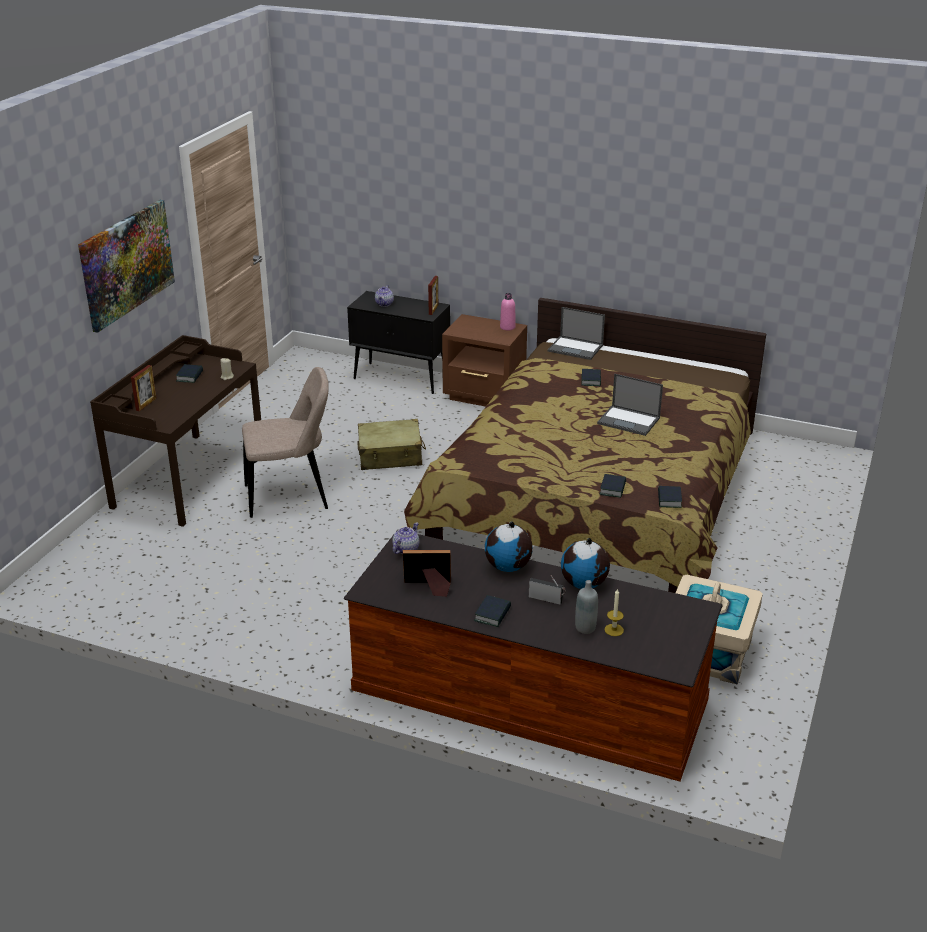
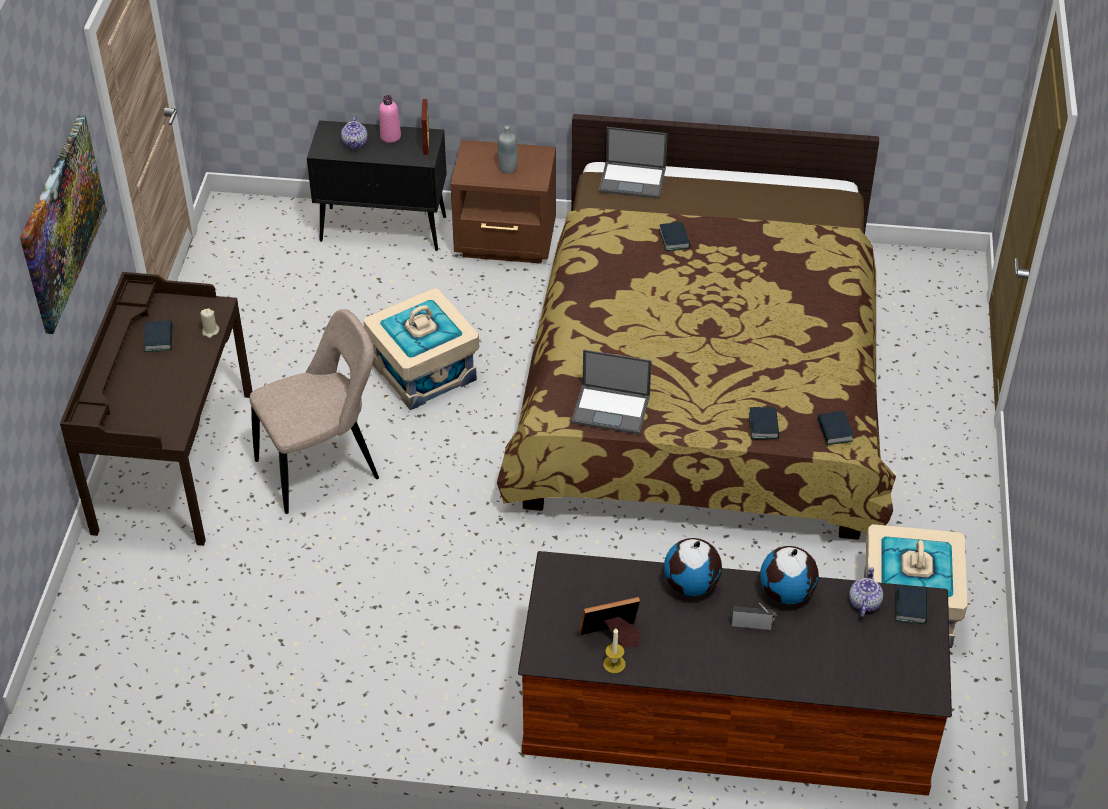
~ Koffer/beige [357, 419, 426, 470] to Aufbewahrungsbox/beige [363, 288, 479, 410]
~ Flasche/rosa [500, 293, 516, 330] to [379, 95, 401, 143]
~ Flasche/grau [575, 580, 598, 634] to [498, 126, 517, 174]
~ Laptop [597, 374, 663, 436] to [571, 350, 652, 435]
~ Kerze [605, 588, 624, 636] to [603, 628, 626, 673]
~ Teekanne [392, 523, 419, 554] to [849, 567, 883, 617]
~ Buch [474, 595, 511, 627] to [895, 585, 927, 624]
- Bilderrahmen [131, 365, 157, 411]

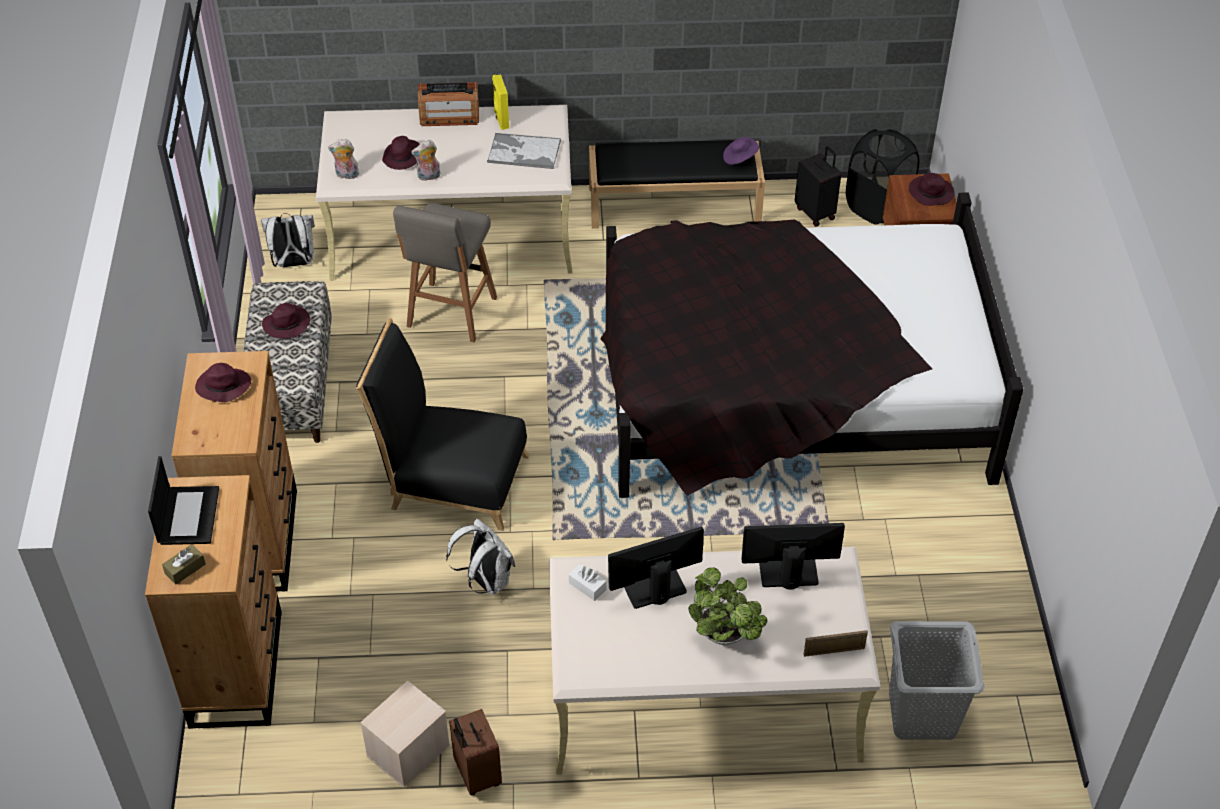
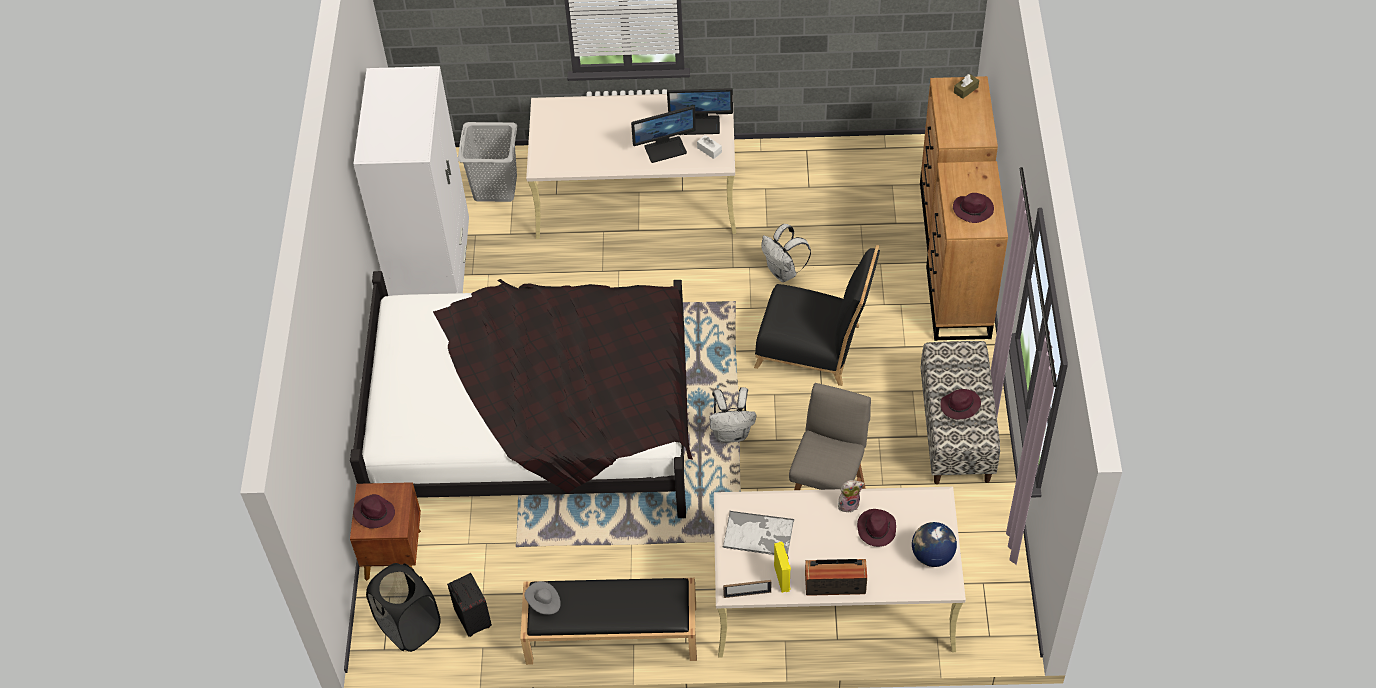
+ Kleiderschrank/weiß [353, 66, 469, 296]
~ Hut/lila [723, 137, 759, 165] to Hut/grau [525, 581, 561, 615]
~ Monitor [741, 523, 845, 590] to [667, 88, 733, 135]
~ Rucksack/weiß [261, 213, 315, 267] to [710, 387, 756, 443]
~ Bilderrahmen [803, 630, 868, 657] to [723, 580, 771, 598]
+ Globus [912, 522, 957, 567]
- Laptop [148, 456, 219, 545]
- Plüschtier [328, 139, 359, 179]
- Aufbewahrungsbox/beige [360, 681, 450, 787]
- Koffer/braun [449, 709, 502, 795]
- Topfpflanze [689, 568, 767, 645]

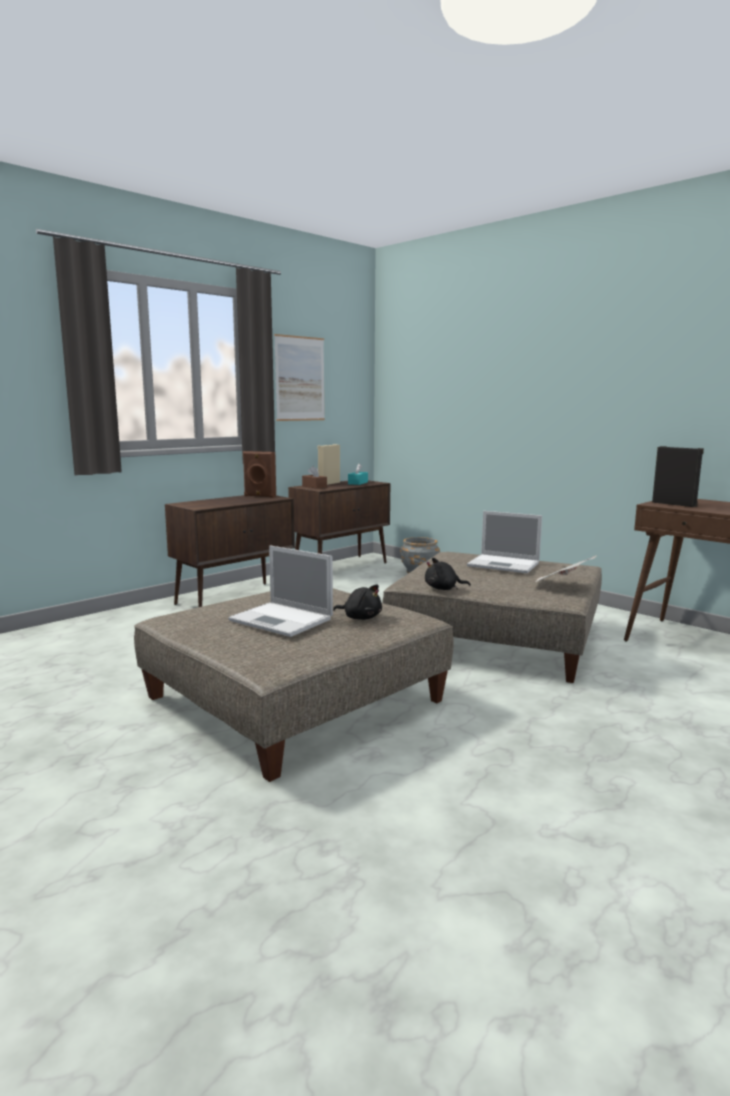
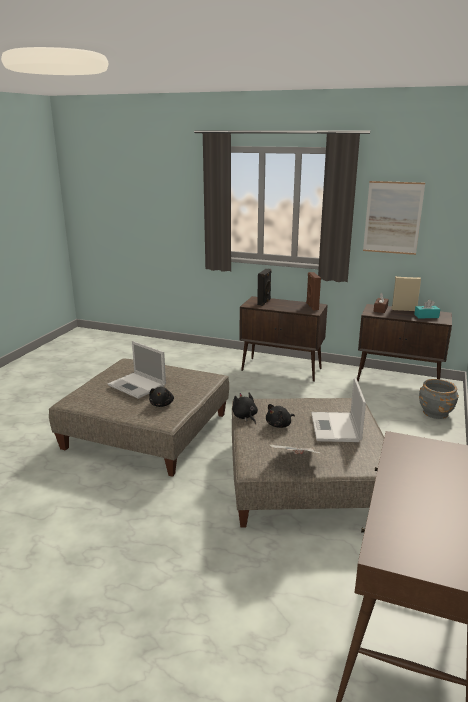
~ Laptop [228, 545, 333, 637] = [108, 341, 166, 399] 60 degrees counterclockwise
~ Lautsprecher/schwarz [652, 446, 704, 507] to [257, 269, 272, 306]
+ Plüschtier/schwarz [266, 404, 295, 428]

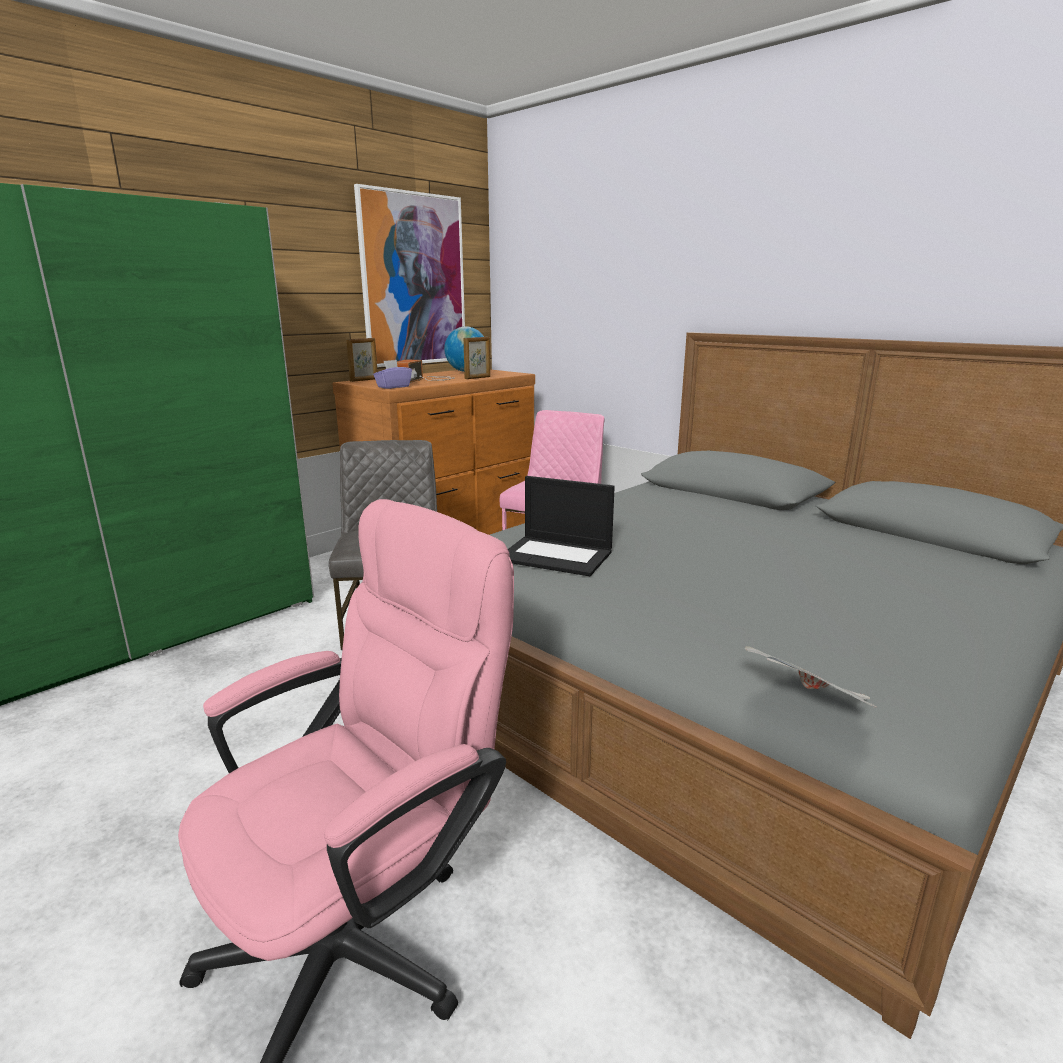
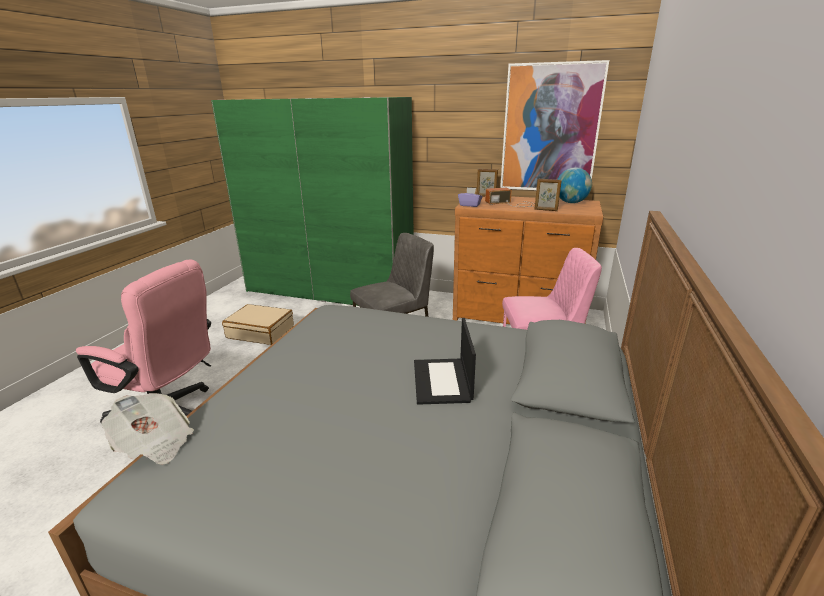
+ Koffer/beige [222, 304, 294, 345]
~ Laptop [508, 476, 615, 576] to [414, 318, 476, 405]

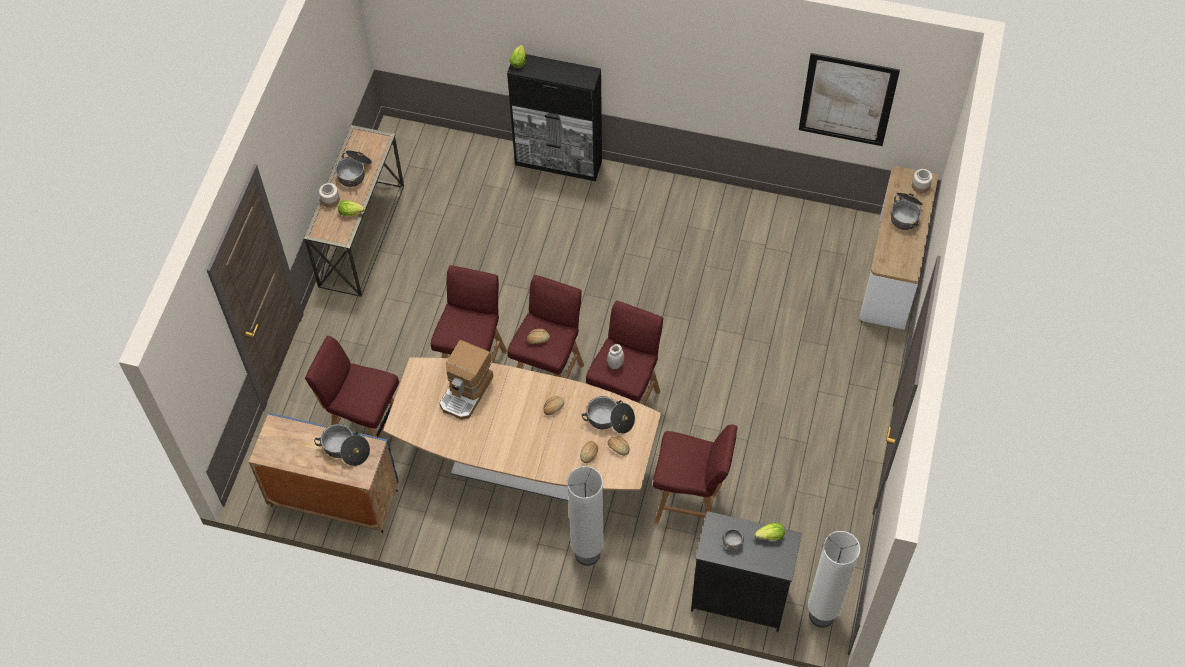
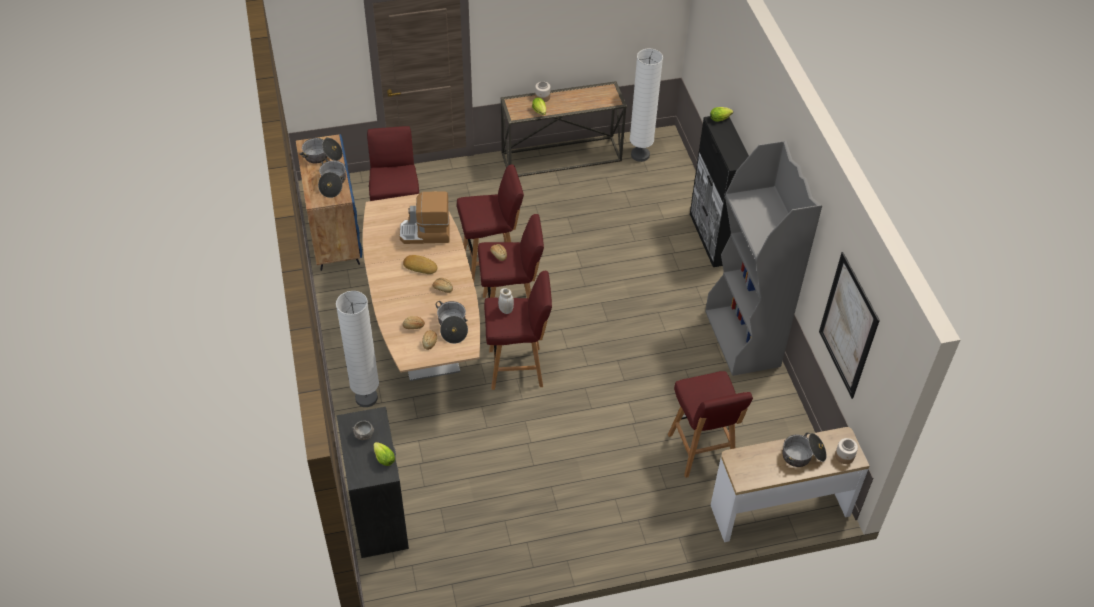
~ Kochtopf [335, 150, 372, 187] to [299, 137, 343, 164]
+ Brot [403, 255, 437, 274]
~ Stehlampe/weiß [808, 531, 860, 628] to [630, 48, 663, 162]
~ Hocker/rot [653, 425, 737, 524] to [668, 371, 753, 478]
+ Bücherregal/grau [705, 141, 822, 376]

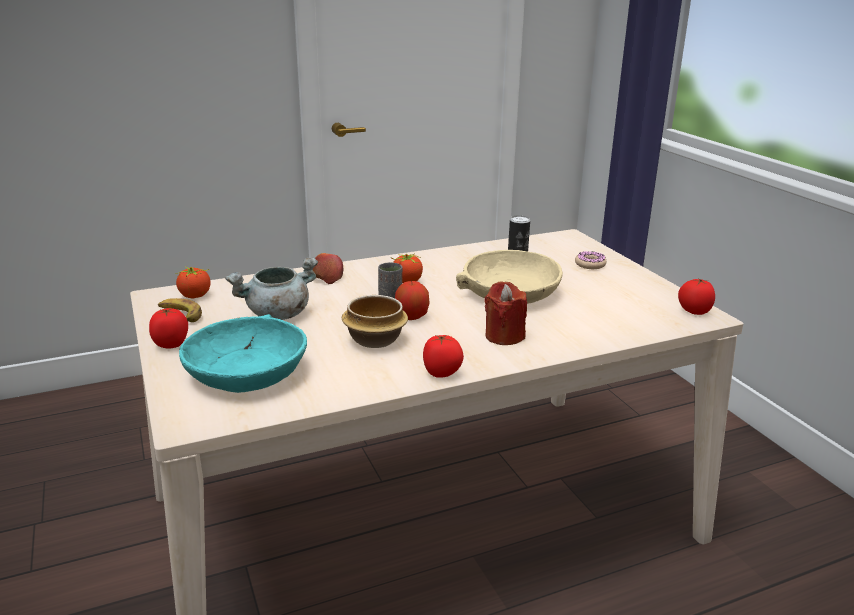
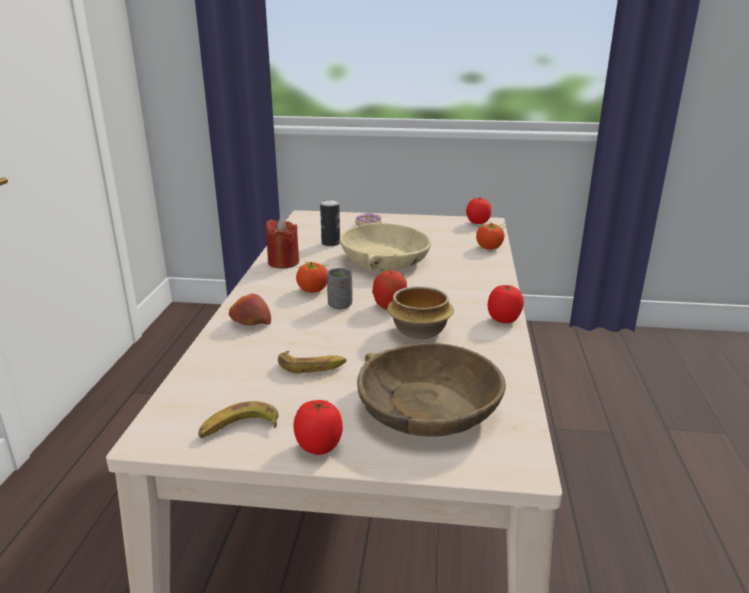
~ Kerze/rot [484, 281, 527, 345] to [265, 219, 299, 269]
~ Kochtopf/grau [225, 257, 318, 320] to Banane [278, 351, 347, 373]
~ Schüssel/türkis [179, 314, 307, 393] to Schüssel/braun [357, 343, 506, 437]
~ Tomate [176, 266, 211, 299] to [476, 222, 506, 250]

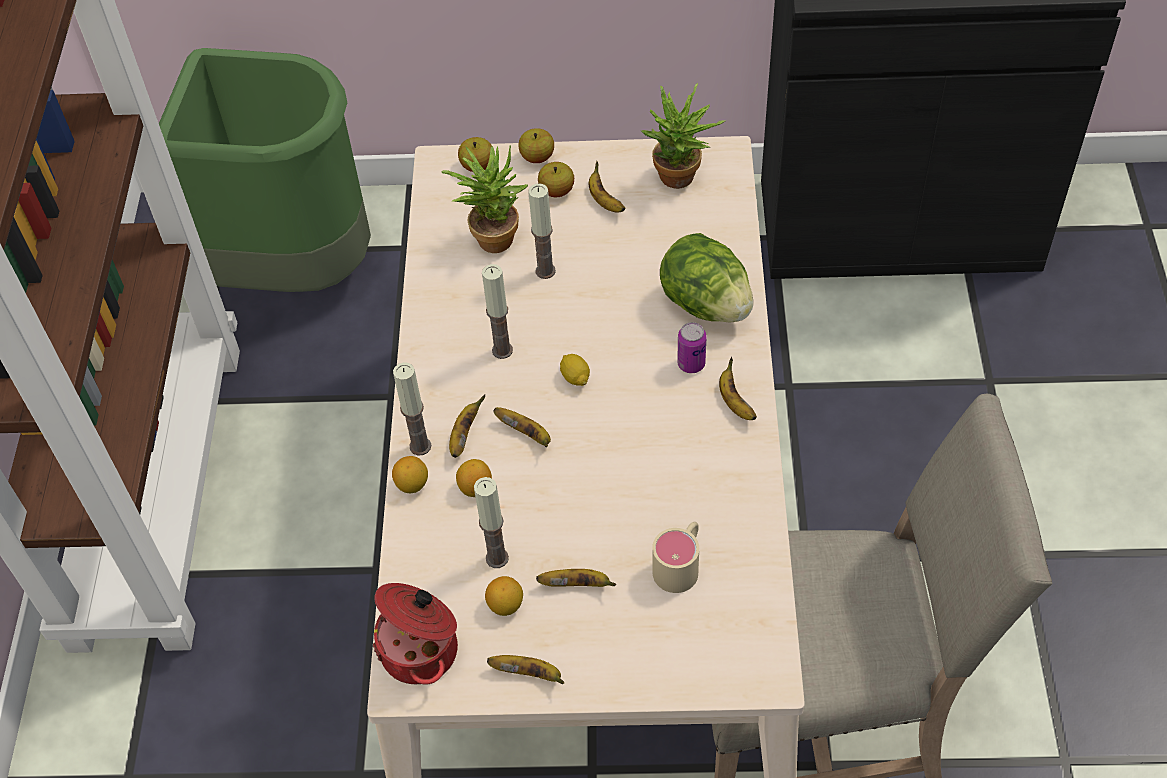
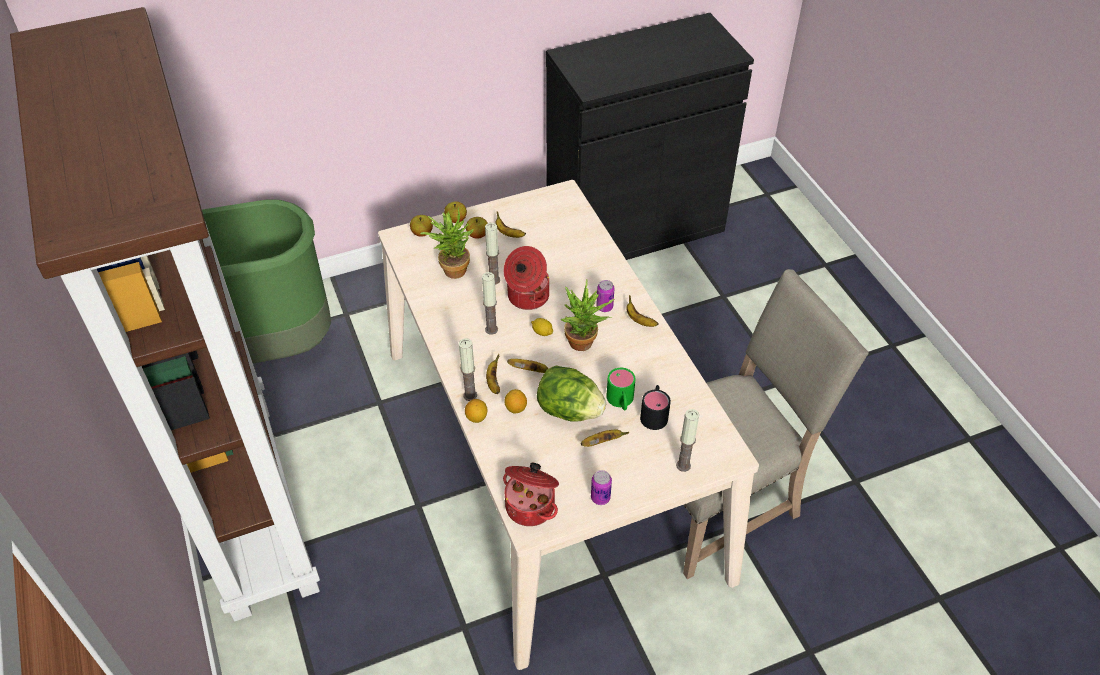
+ Kochtopf [504, 246, 549, 310]
~ Salatkopf [660, 233, 753, 323] to [537, 365, 606, 422]
~ Topfpflanze [641, 83, 725, 189] to [561, 279, 614, 351]
~ Banane [487, 655, 565, 684] to Dose [591, 470, 612, 505]
+ Henkelbecher/grün [606, 368, 636, 410]
~ Henkelbecher/beige [652, 522, 699, 593] to Henkelbecher/schwarz [640, 385, 671, 430]
~ Kerze [474, 477, 509, 568] to [676, 409, 699, 472]
- Zitrone [485, 576, 523, 616]

